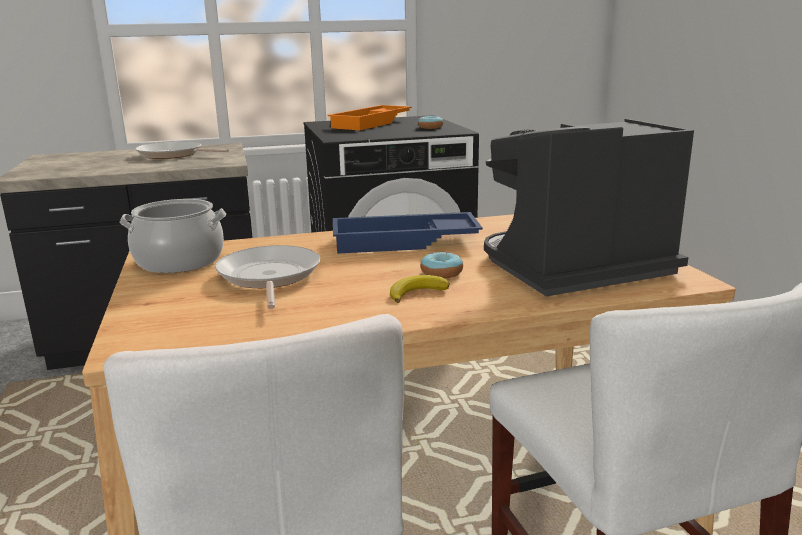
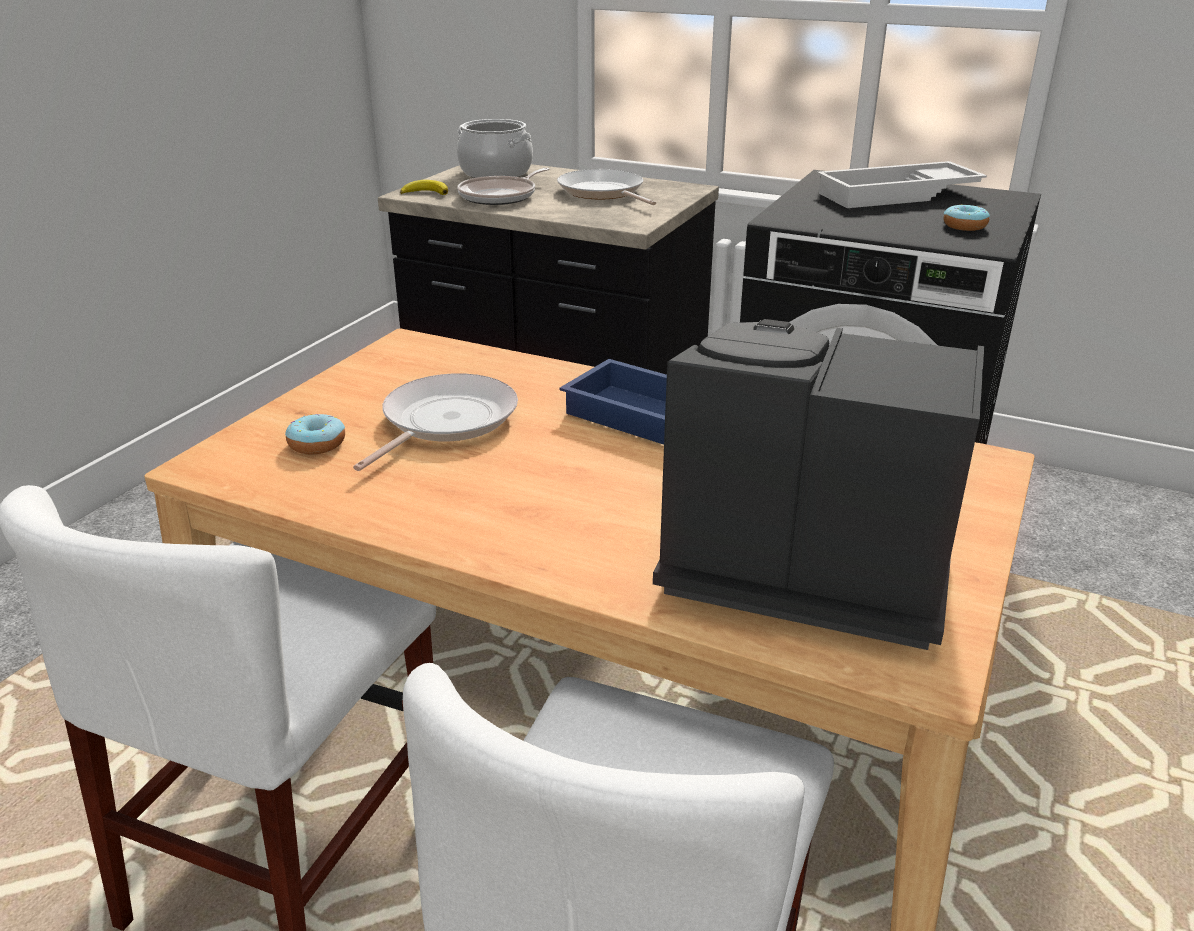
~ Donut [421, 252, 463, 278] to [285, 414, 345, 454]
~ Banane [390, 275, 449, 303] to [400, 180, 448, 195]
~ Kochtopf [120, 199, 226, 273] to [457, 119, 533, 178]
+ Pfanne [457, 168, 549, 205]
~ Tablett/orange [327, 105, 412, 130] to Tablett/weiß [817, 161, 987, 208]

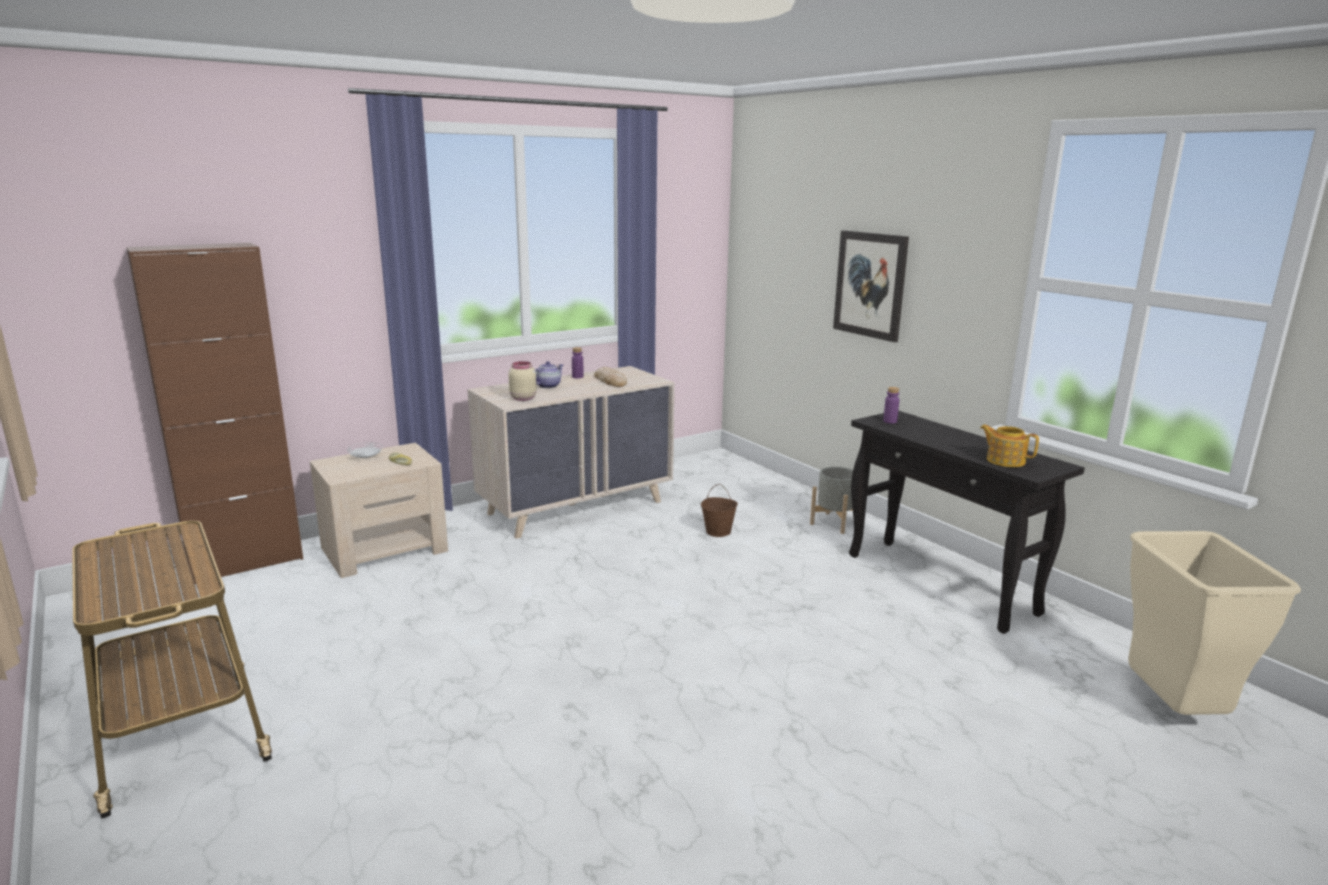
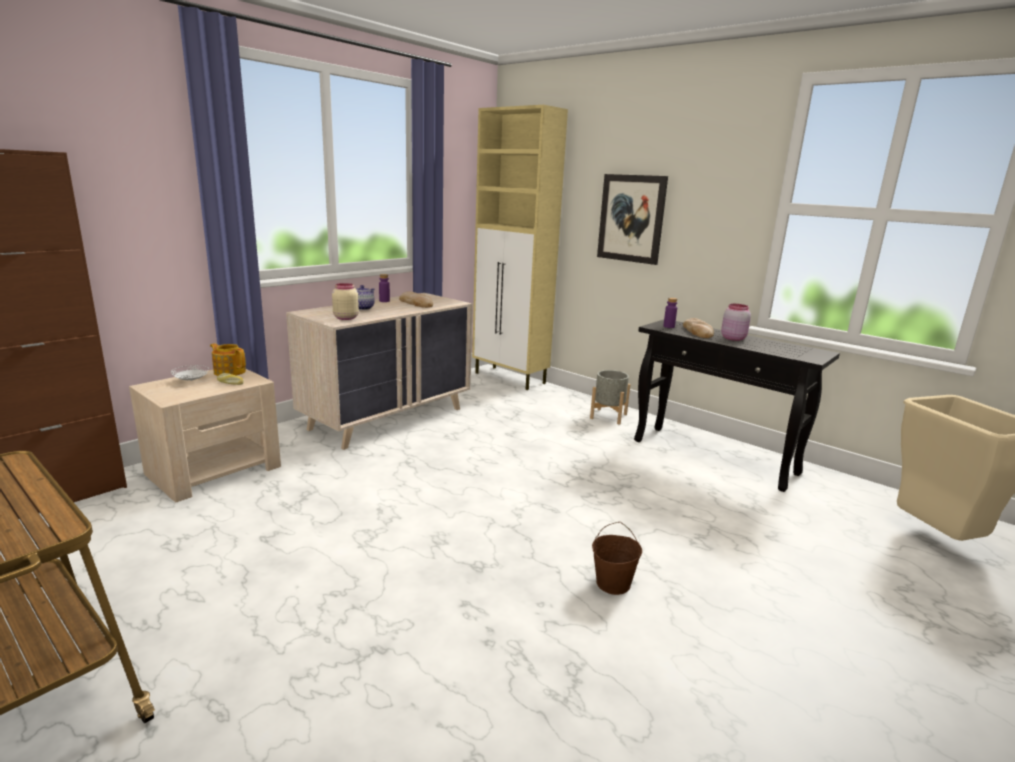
~ Teekanne [980, 425, 1039, 467] to [210, 343, 246, 376]
+ Schrank/beige [472, 105, 568, 390]
~ Eimer/braun [701, 484, 738, 537] to [592, 522, 642, 595]
+ Brot [683, 318, 714, 338]
+ Vorratsglas/rosa [721, 304, 751, 341]

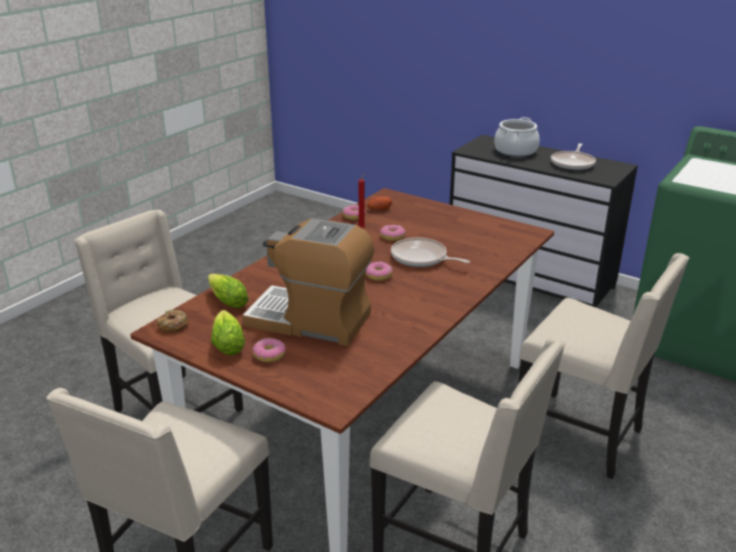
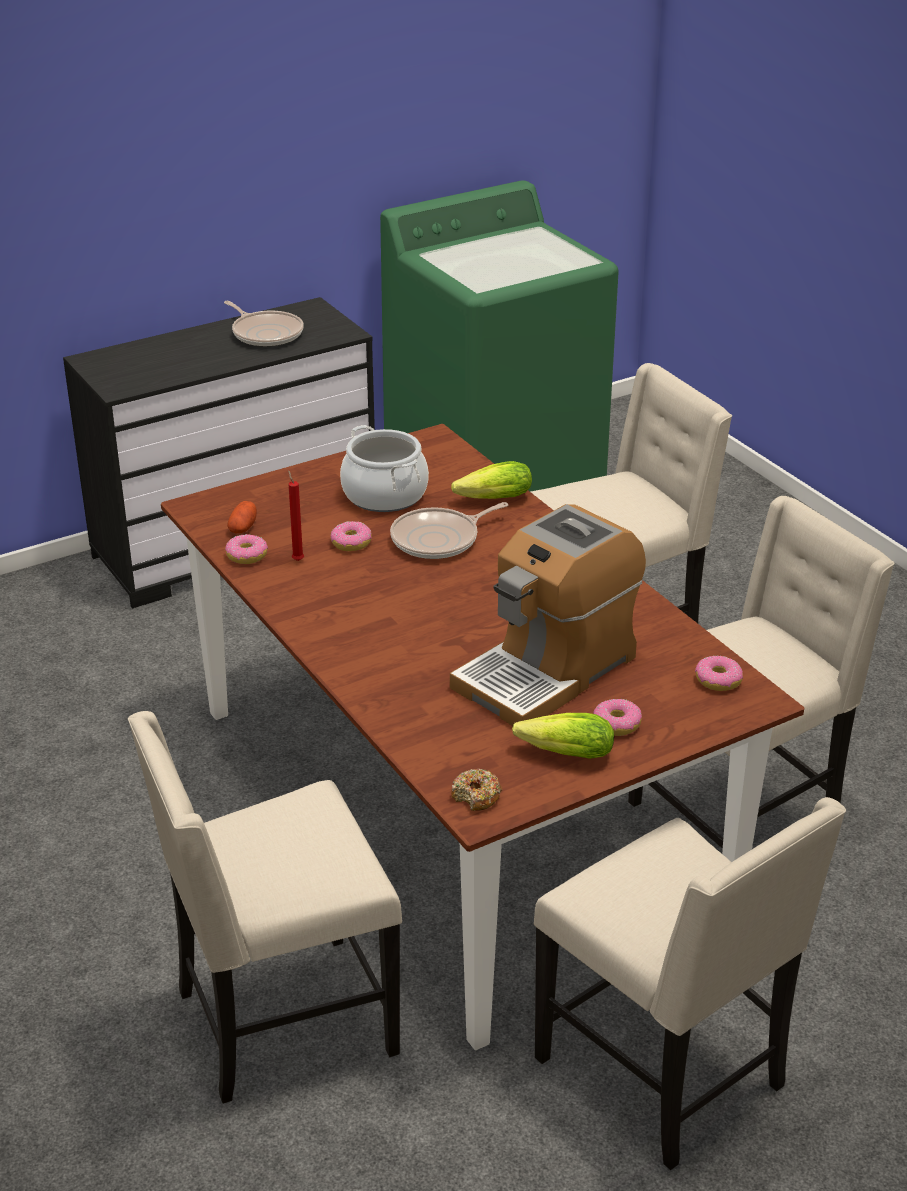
~ Kochtopf [494, 117, 539, 157] to [340, 425, 429, 512]
~ Salatkopf [208, 274, 249, 308] to [451, 461, 532, 499]
~ Donut [365, 262, 393, 281] to [695, 656, 743, 691]

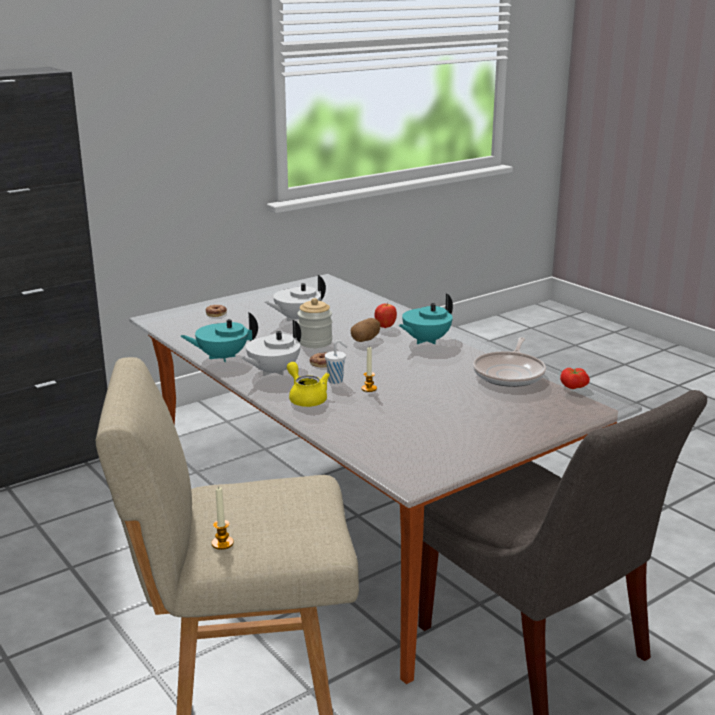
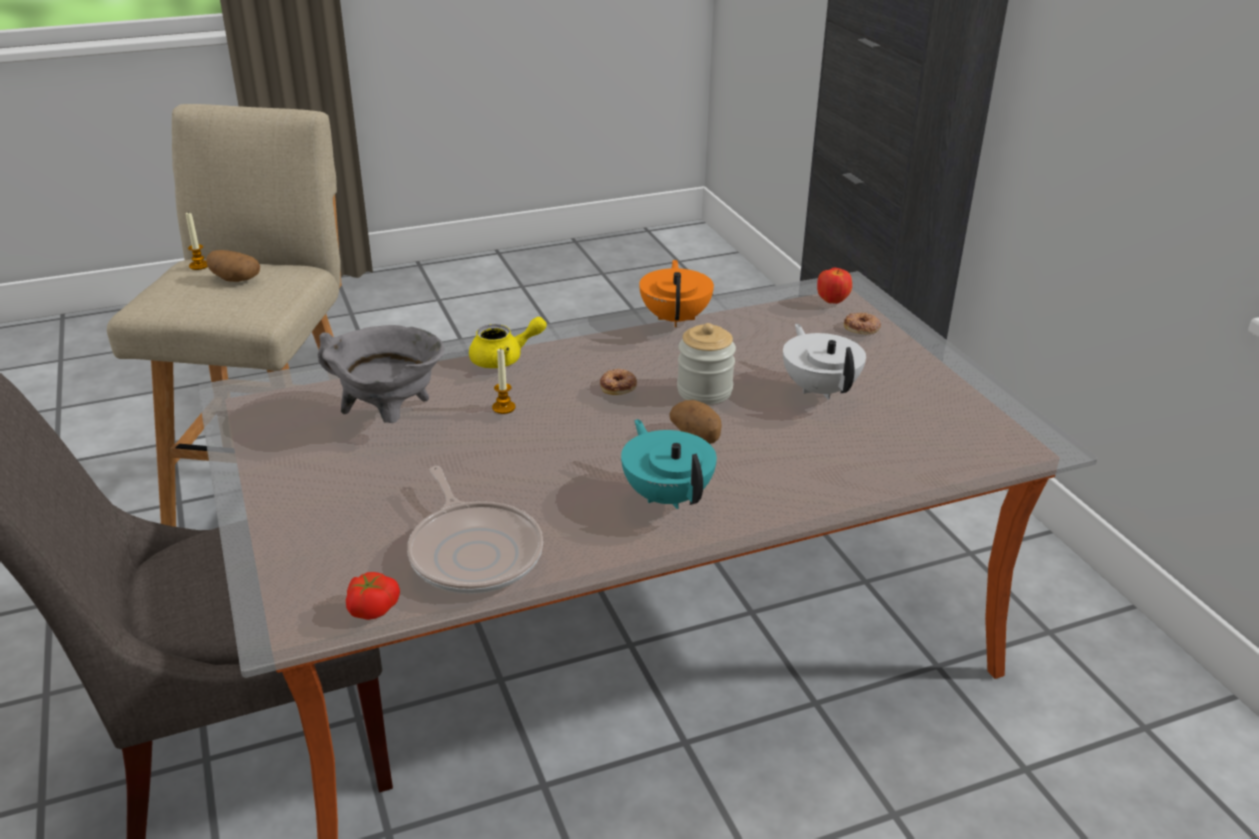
+ Kartoffel [206, 250, 260, 282]
+ Kochtopf/grau [318, 325, 444, 423]
~ Pfanne [473, 337, 546, 387] = [407, 466, 543, 594] 150 degrees counterclockwise
~ Teekanne/türkis [180, 312, 258, 362] to Teekanne/orange [639, 260, 714, 327]
~ Apfel [375, 303, 397, 328] to [817, 268, 852, 304]
- Teekanne/weiß [241, 320, 301, 376]
- Tasse/weiß [325, 340, 348, 384]

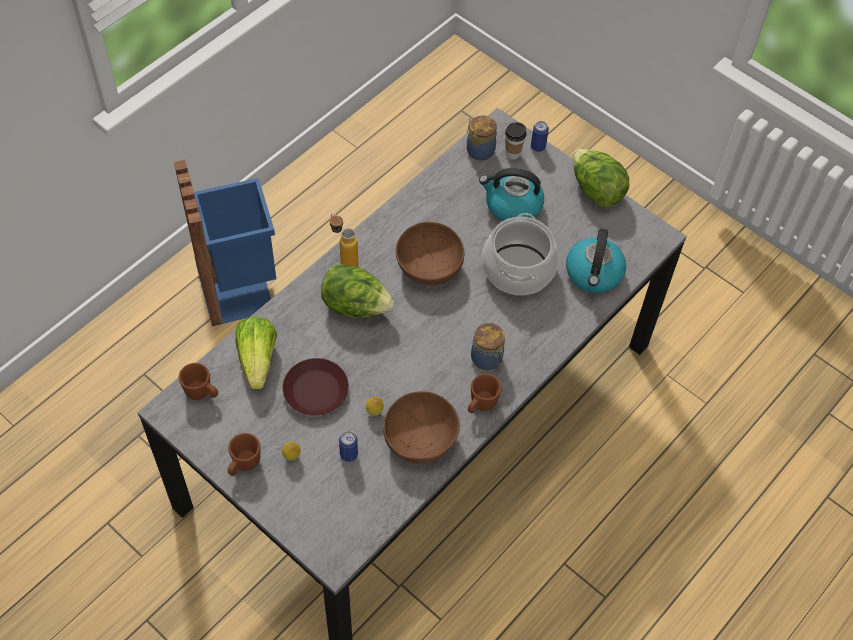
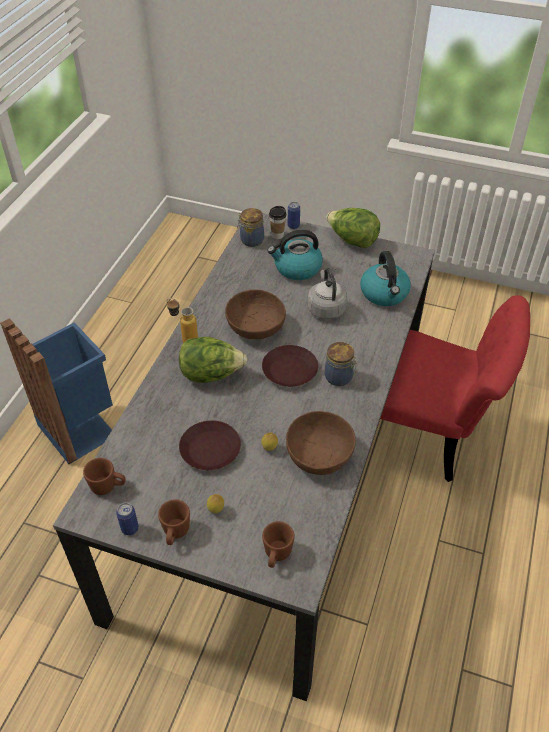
~ Dose [339, 431, 358, 462] to [116, 503, 139, 535]
+ Teller/braun [262, 345, 318, 387]
~ Henkelbecher/braun [468, 374, 502, 413] to [262, 521, 295, 568]
~ Kochtopf [482, 213, 558, 295] to Wasserkessel/grau [308, 268, 347, 319]
+ Stuhl/rot [380, 295, 530, 482]
- Salatkopf [235, 317, 277, 389]

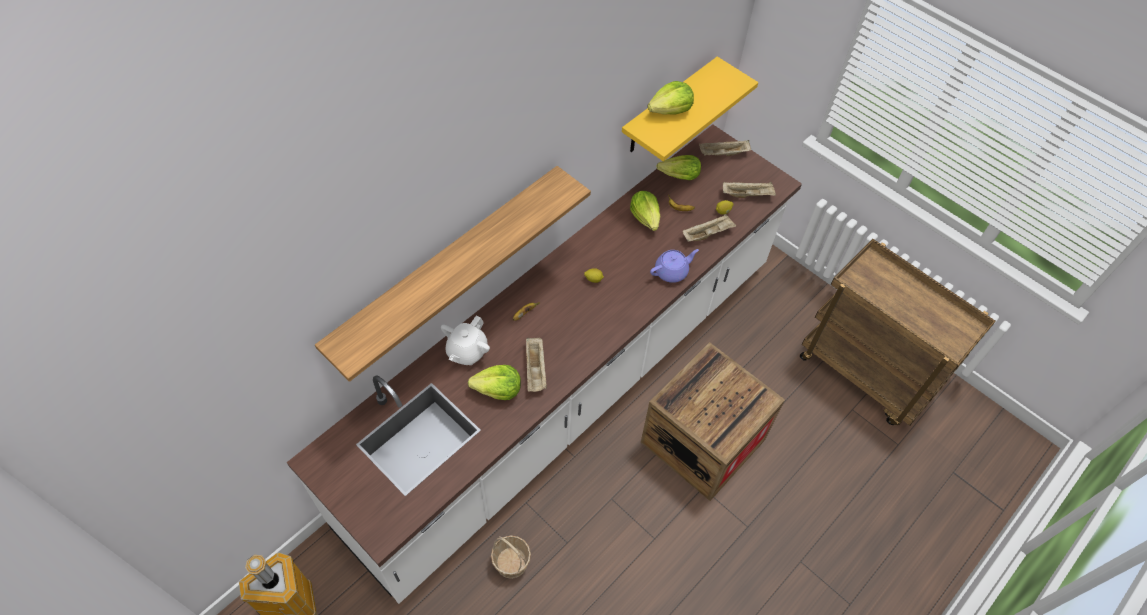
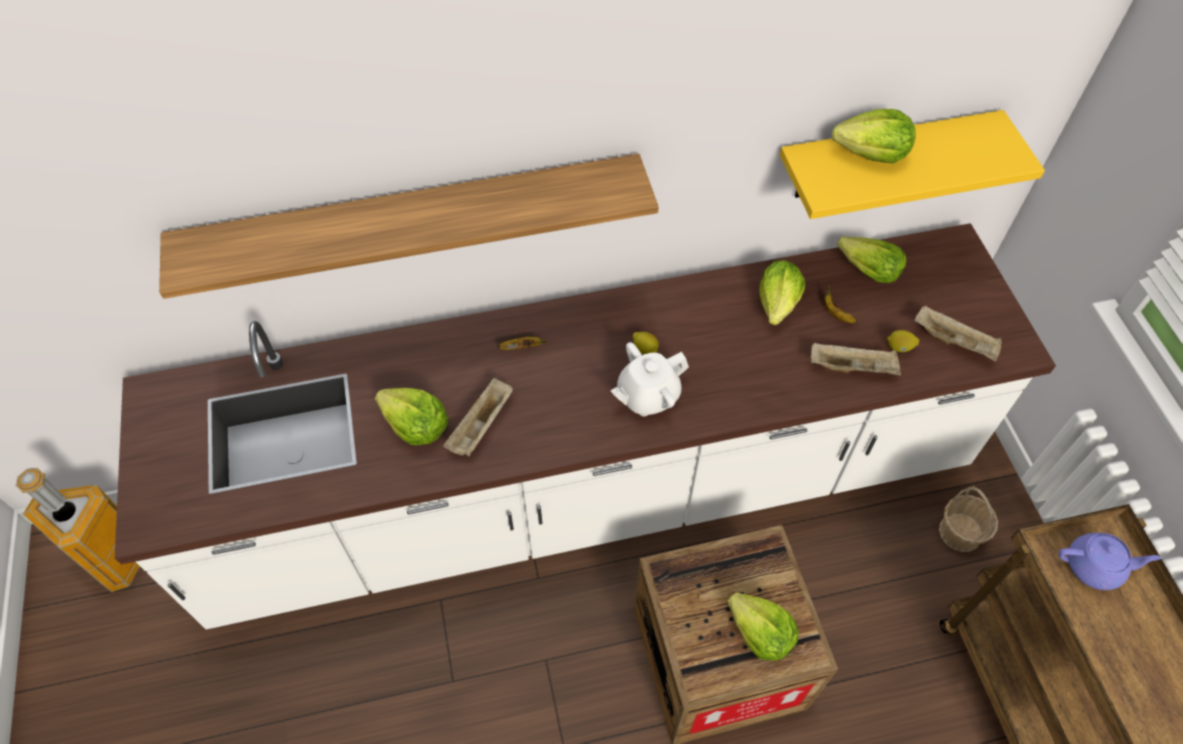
~ Teekanne/weiß [441, 315, 490, 365] to [611, 342, 689, 416]
+ Salatkopf [727, 593, 799, 661]
~ Korb [491, 535, 531, 579] to [939, 486, 998, 552]
~ Teekanne/lila [650, 249, 699, 283] to [1058, 533, 1161, 590]
- Tablett/beige [699, 140, 751, 156]

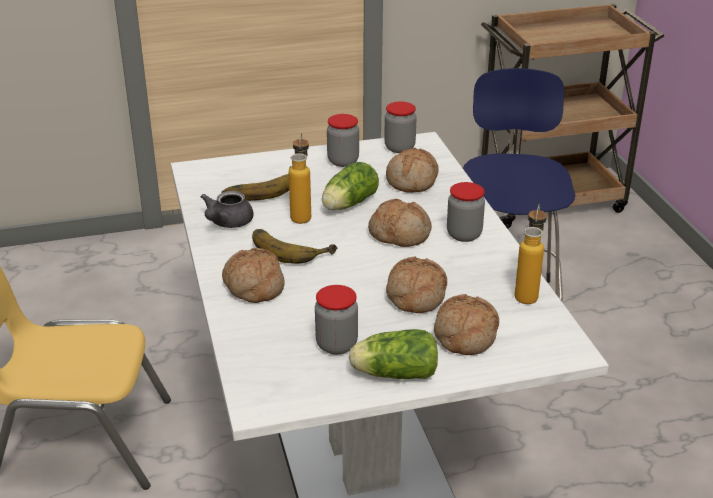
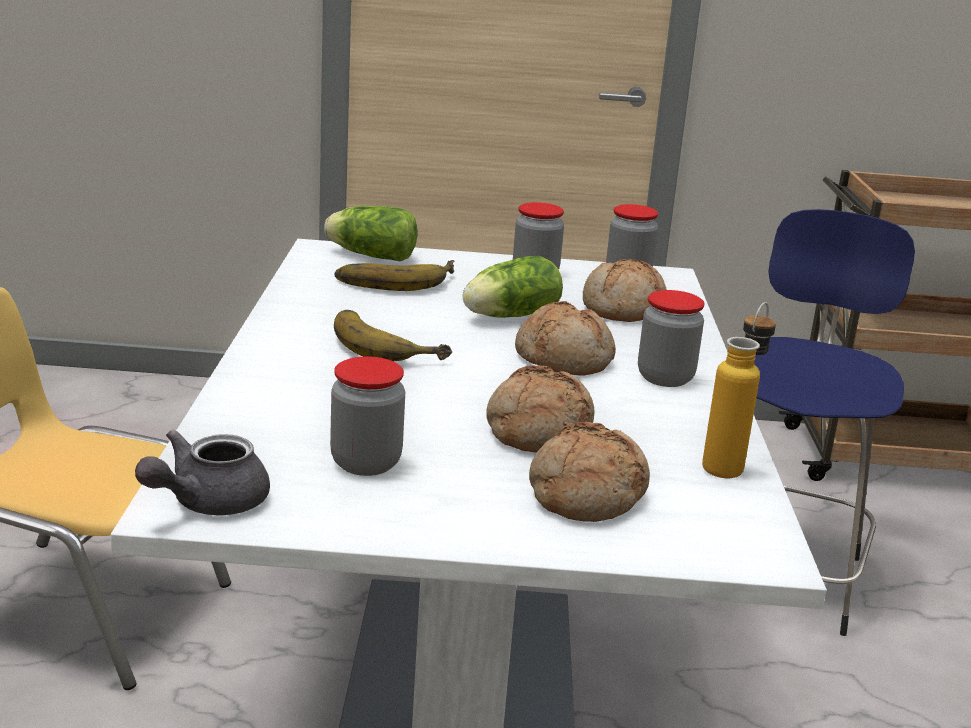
~ Teekanne/grau [200, 191, 254, 228] to [135, 429, 270, 515]
~ Salatkopf [349, 329, 438, 379] to [324, 206, 417, 261]
- Brot [222, 248, 285, 303]
- Flasche [289, 133, 311, 224]

